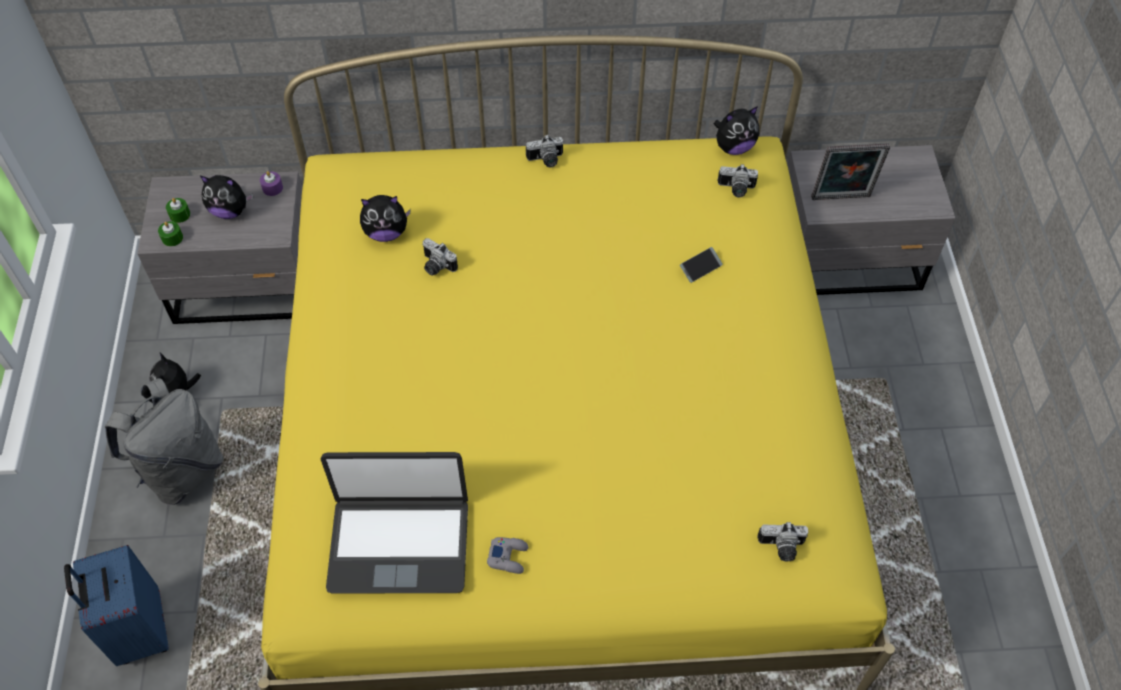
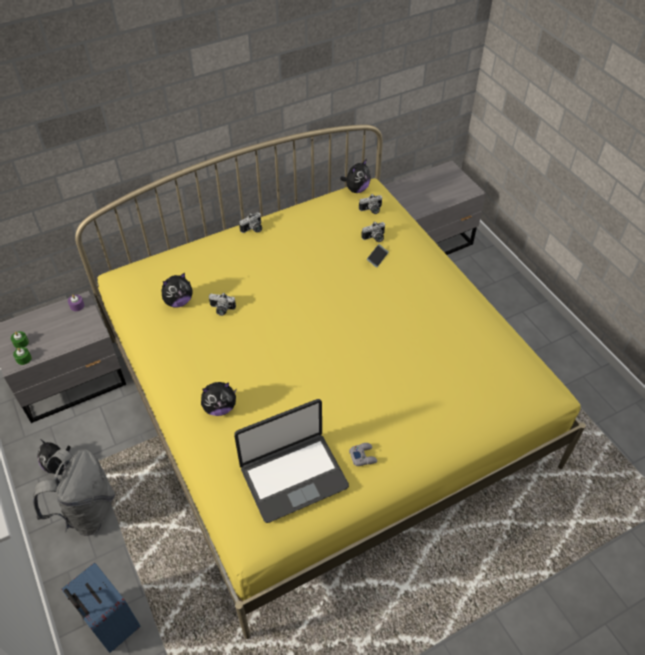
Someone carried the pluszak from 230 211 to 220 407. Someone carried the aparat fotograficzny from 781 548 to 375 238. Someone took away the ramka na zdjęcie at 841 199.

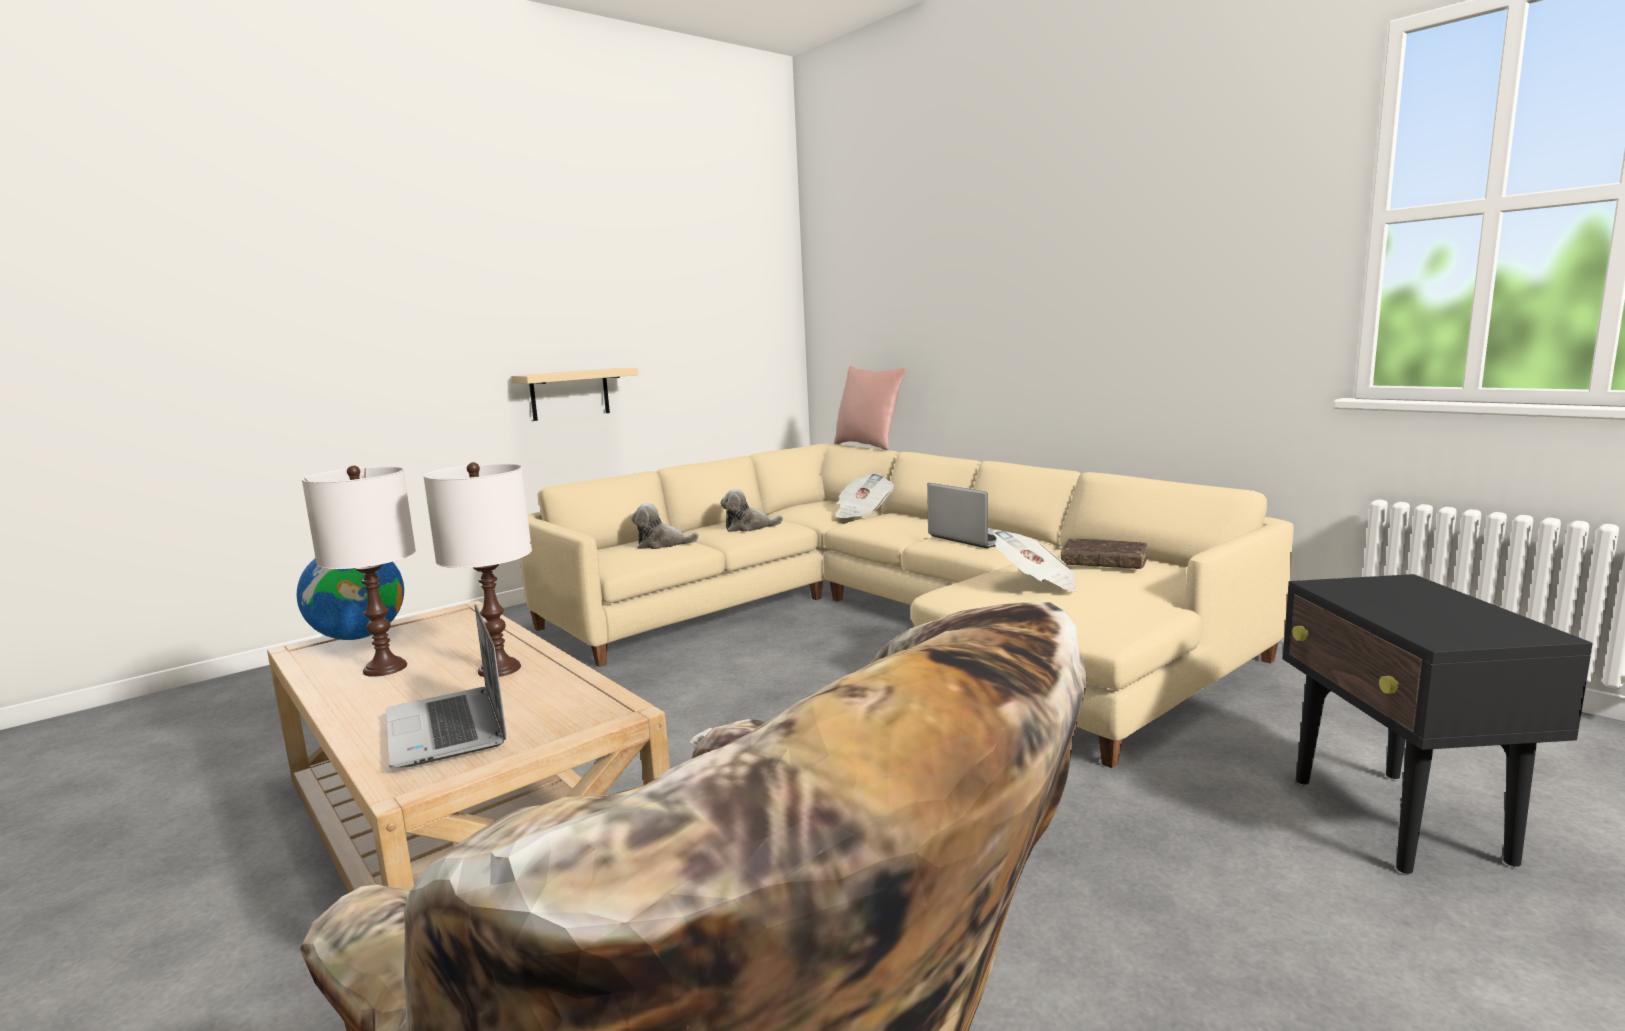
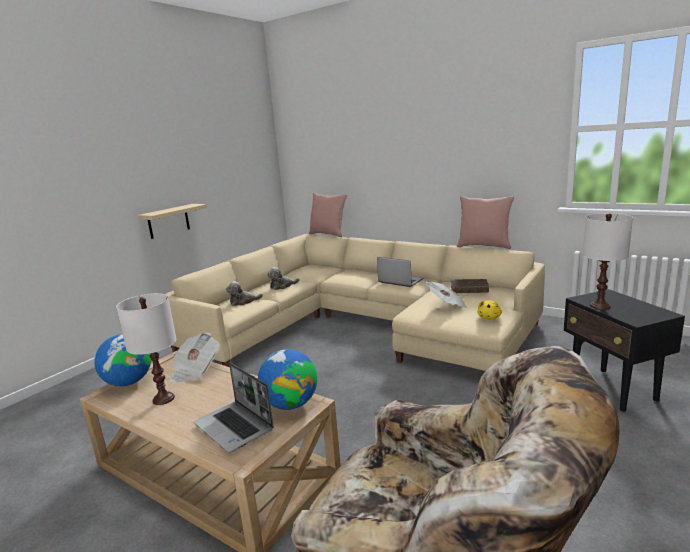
Someone carried the lampa stołowa (biały) from 499 669 to 599 306. Someone carried the gazeta from 862 512 to 195 370. Someone put down the globus at 290 404. Someone put down the poduszka (różowy) at 484 246. Someone put down the pluszak (żółty) at 489 318.

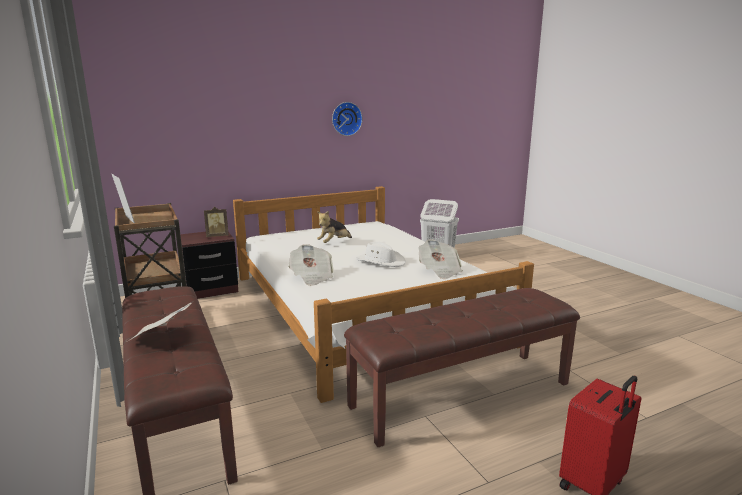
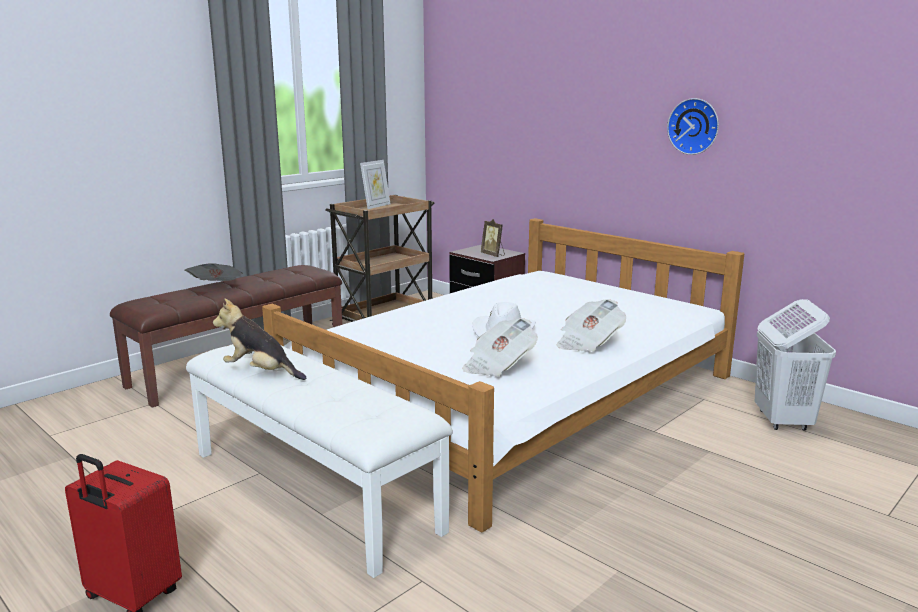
Someone carried the gazeta from 311 277 to 588 343. Someone carried the pluszak from 334 243 to 261 372. Someone repainted the ławka (brązowy) at 461 393, which became the ławka (biały) at 314 490.

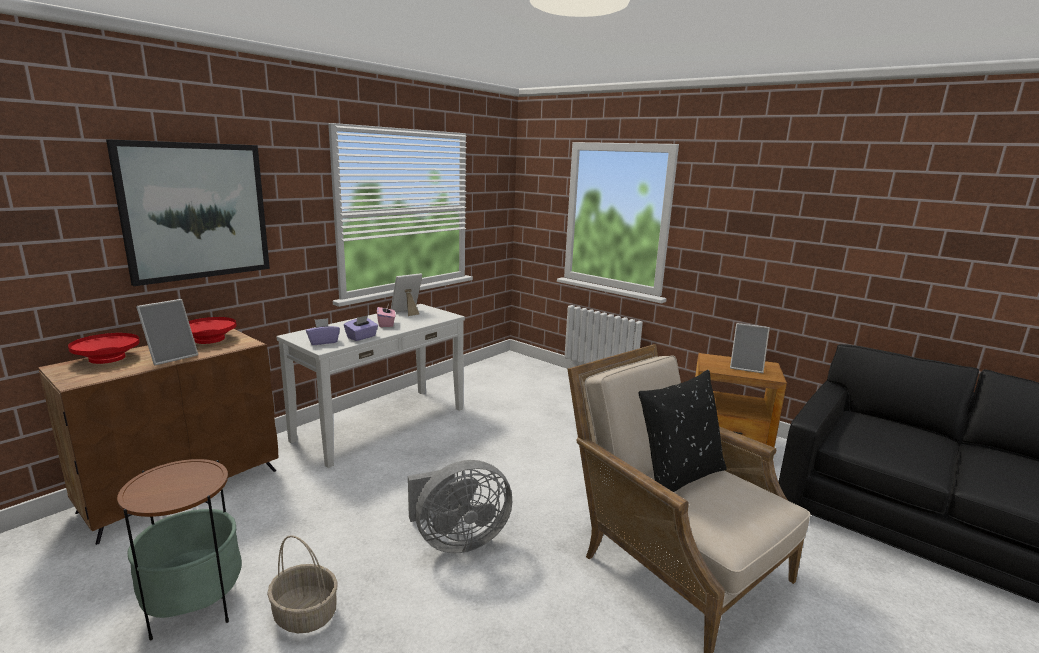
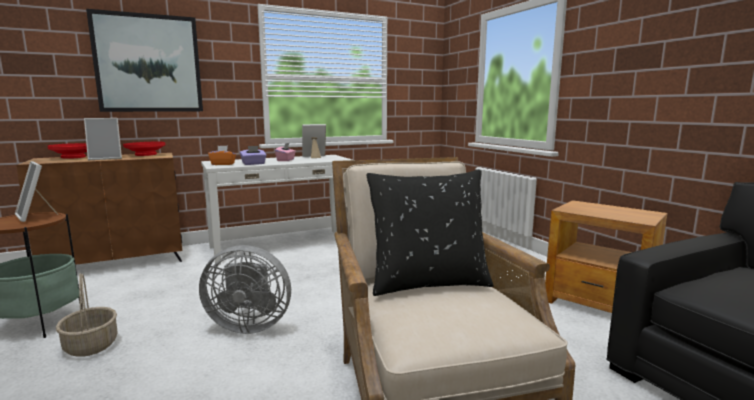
Someone repainted the pudełko chusteczek (fioletowy) at 323 342, which became the pudełko chusteczek (pomarańczowy) at 223 164. Someone carried the ramka na zdjęcie from 746 367 to 36 216.

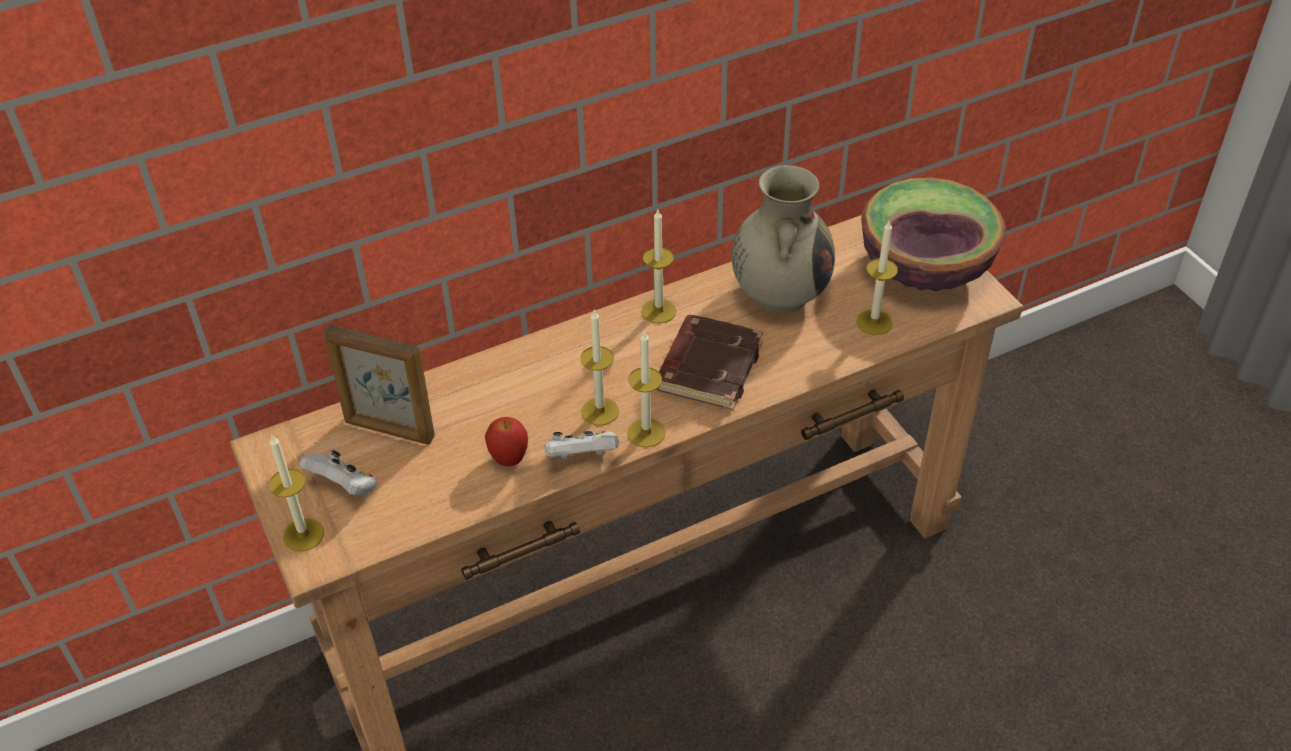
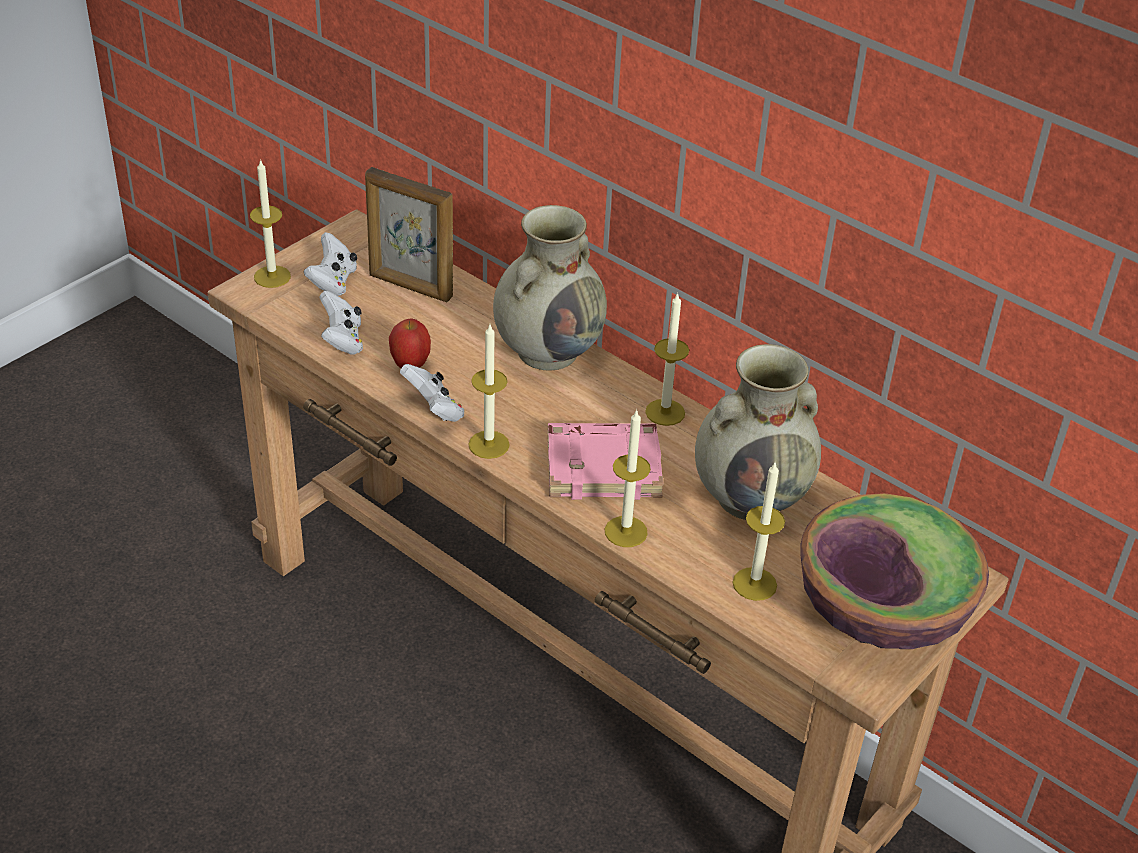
Someone rotated the ramka na zdjęcie at 389 430 by 60 degrees counterclockwise. Someone carried the świeca from 600 411 to 626 531. Someone repainted the książka (brązowy) at 708 367, which became the książka (różowy) at 604 466. Someone put down the pad do gier (biały) at 342 340. Someone put down the wazon (beżowy) at 549 350.

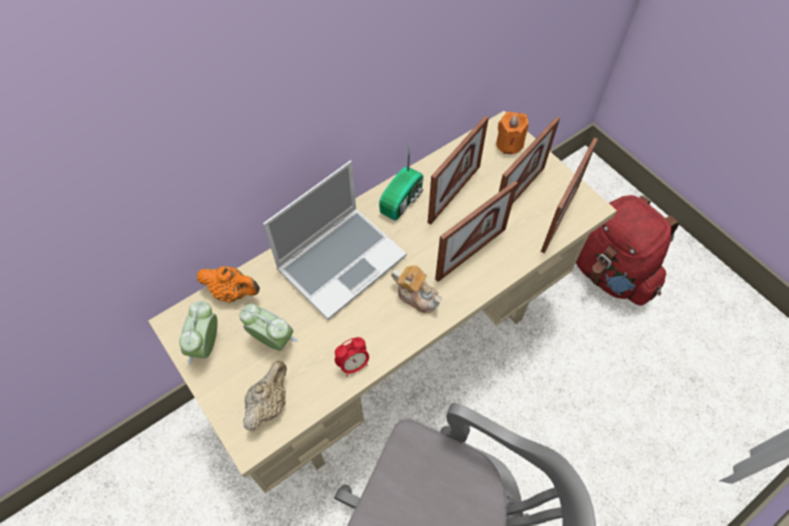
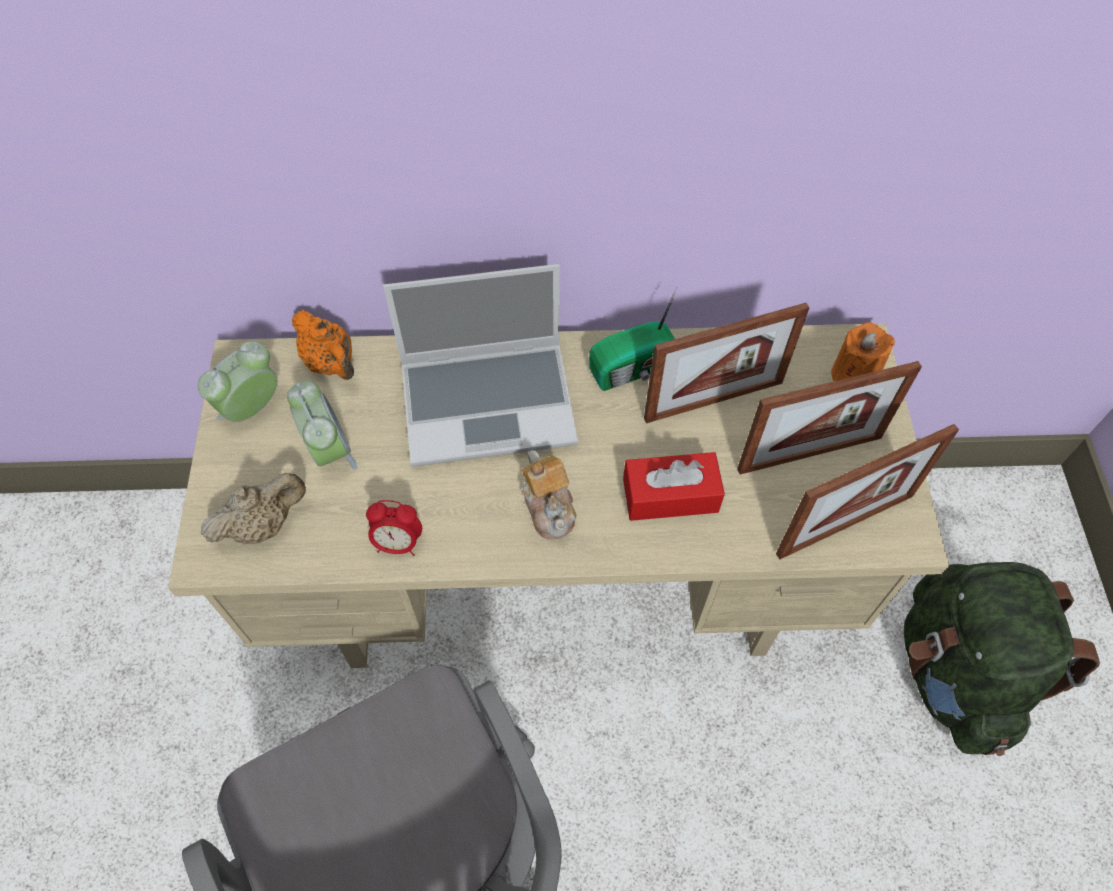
Someone swapped the ramka na zdjęcie at 471 253 for the pudełko chusteczek (czerwony) at 670 495. Someone repainted the plecak (czerwony) at 609 272, which became the plecak (zielony) at 955 673.

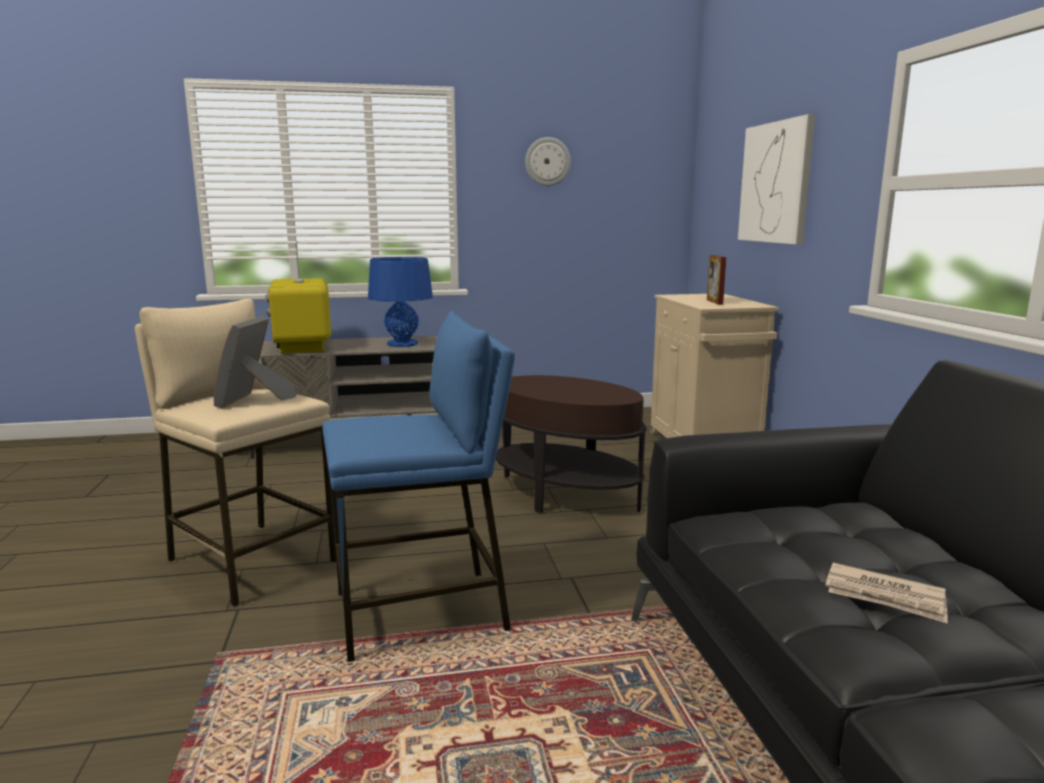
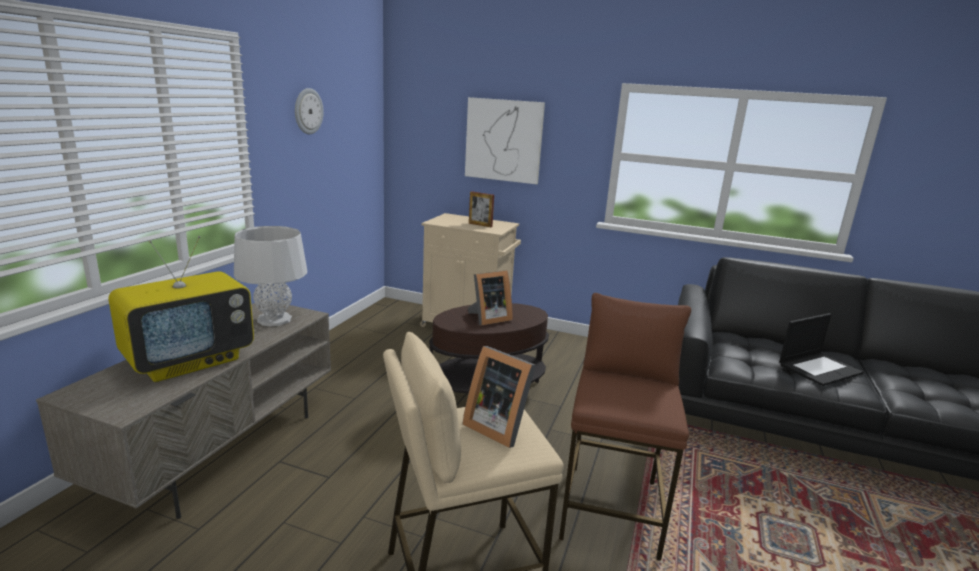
Someone rotated the telewizor at 304 347 by 60 degrees counterclockwise. Someone repainted the stołek (niebieski) at 422 613, which became the stołek (brązowy) at 611 509. Someone repainted the lampa stołowa (niebieski) at 402 344, which became the lampa stołowa (szary) at 274 319. Someone swapped the gazeta at 885 597 for the laptop at 819 368. Someone put down the ramka na zdjęcie at 488 318.

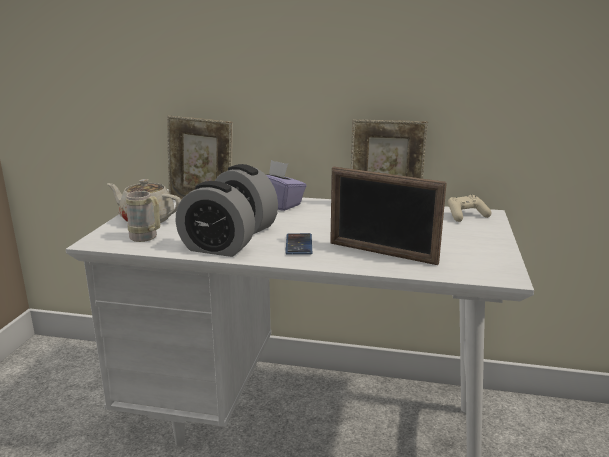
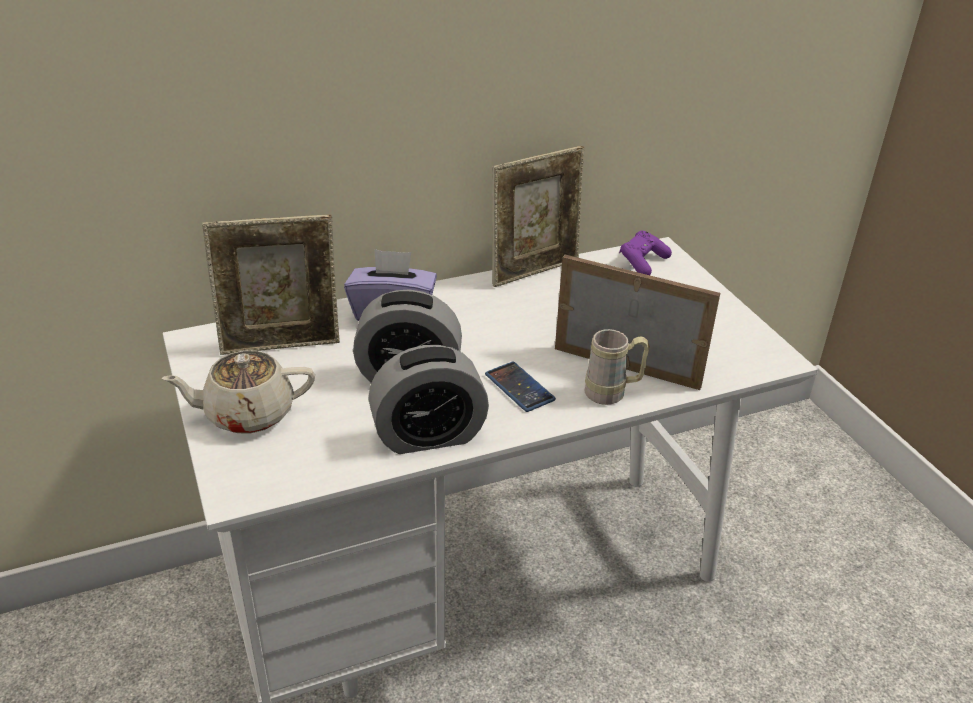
Someone carried the kubek (beżowy) from 147 238 to 613 394. Someone rotated the ramka na zdjęcie at 382 253 by 150 degrees counterclockwise. Someone repainted the pad do gier (beżowy) at 466 216, which became the pad do gier (fioletowy) at 642 262.

